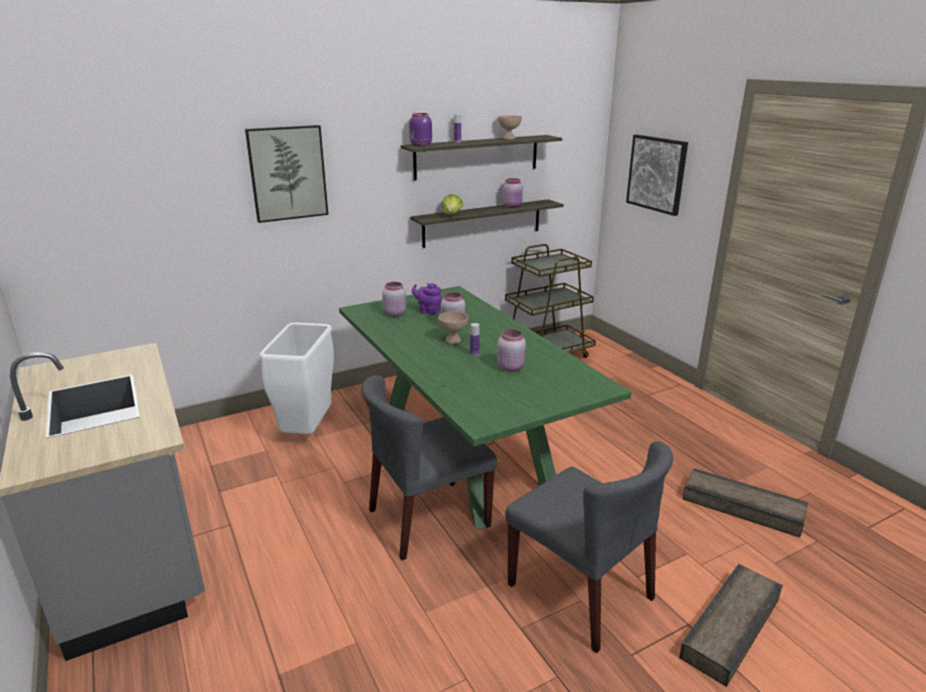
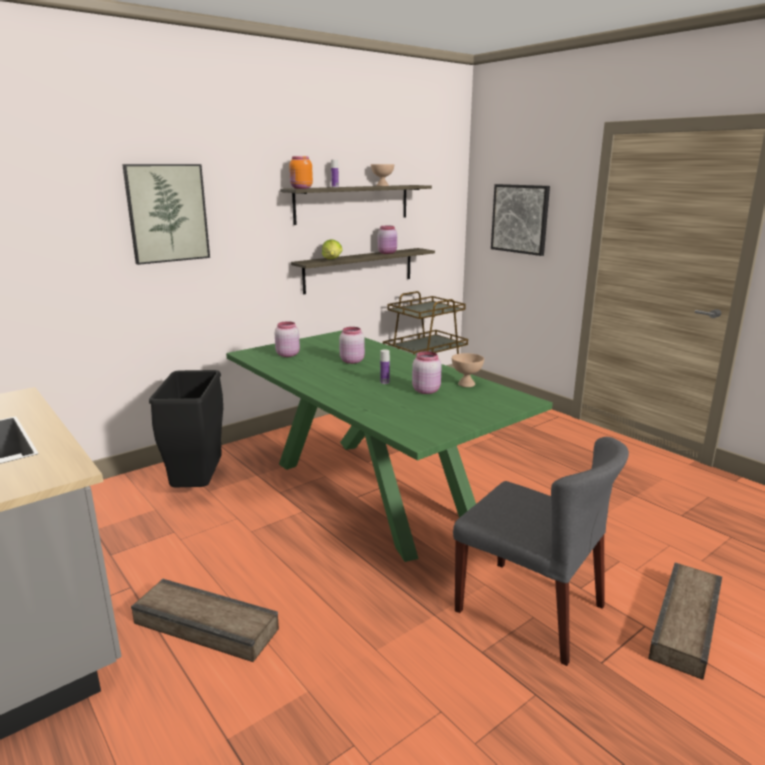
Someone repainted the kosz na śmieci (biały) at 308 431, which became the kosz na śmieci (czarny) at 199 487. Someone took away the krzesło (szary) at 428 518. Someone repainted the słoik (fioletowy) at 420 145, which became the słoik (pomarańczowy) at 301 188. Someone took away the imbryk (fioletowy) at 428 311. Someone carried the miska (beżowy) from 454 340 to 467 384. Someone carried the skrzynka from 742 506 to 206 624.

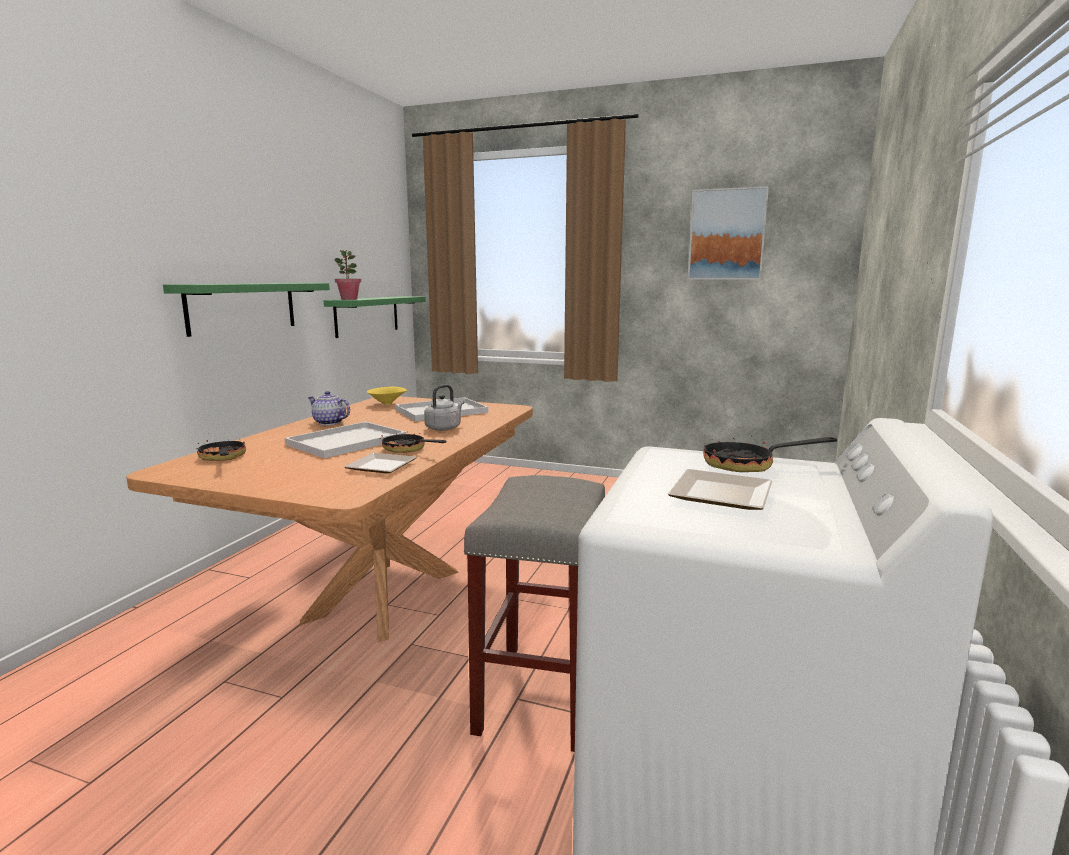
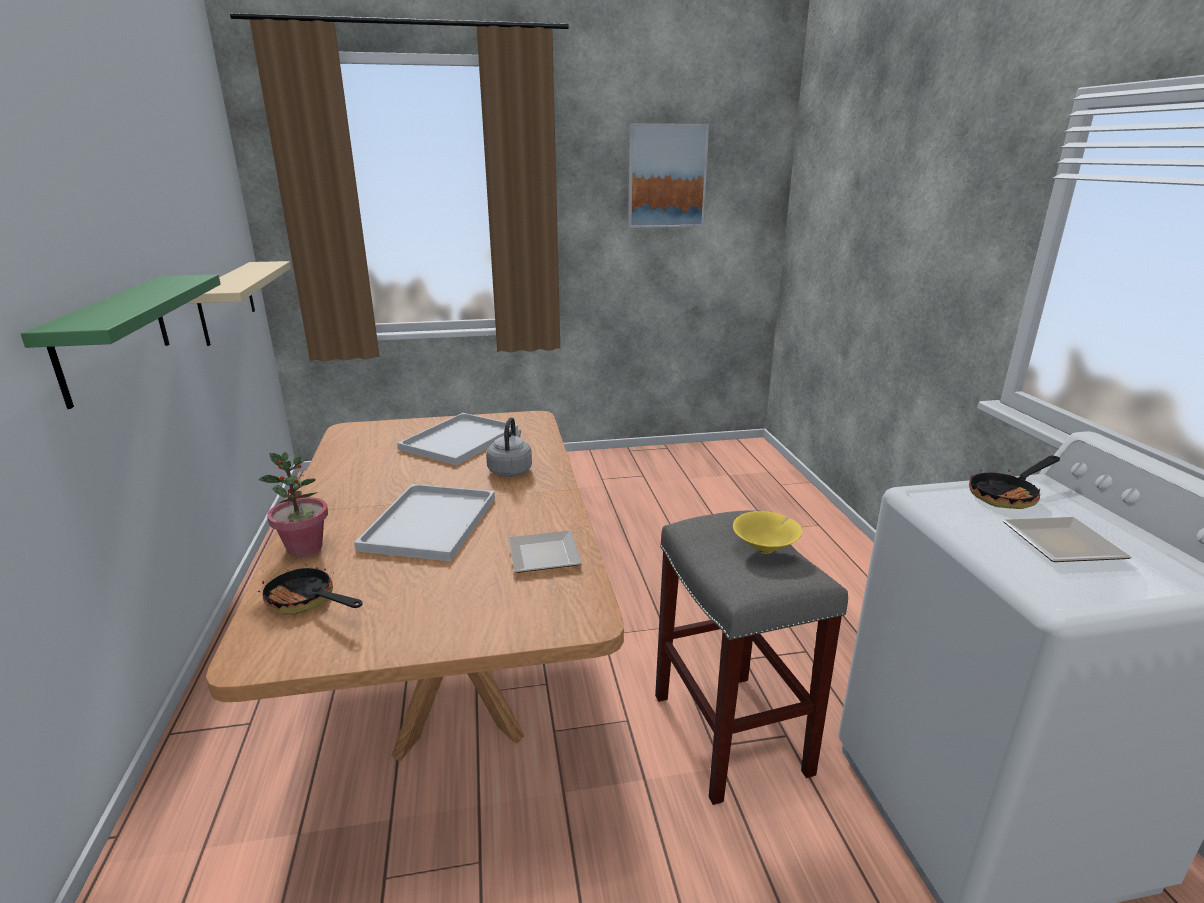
Someone took away the imbryk at 329 423. Someone repainted the półka (zielony) at 367 315, which became the półka (beżowy) at 227 301. Someone carried the roślina doniczkowa from 349 299 to 305 548. Someone carried the miska (żółty) from 388 404 to 766 549. Someone took away the patelnia at 408 450.

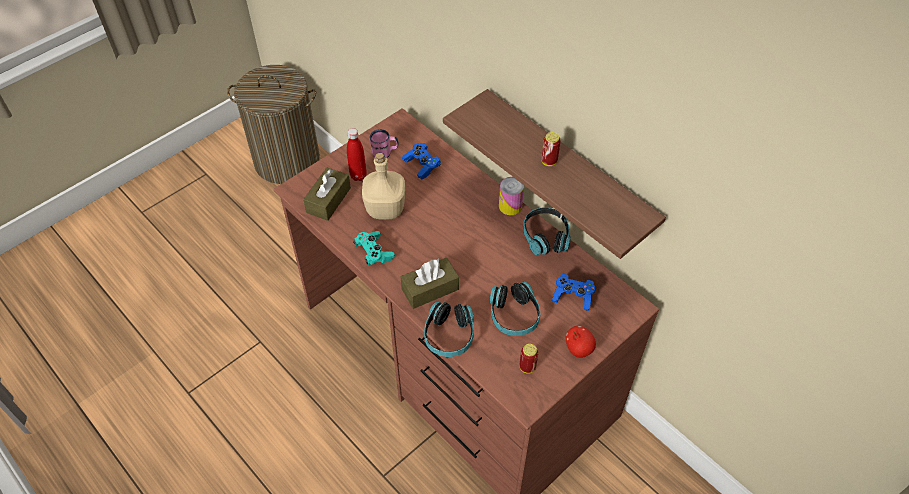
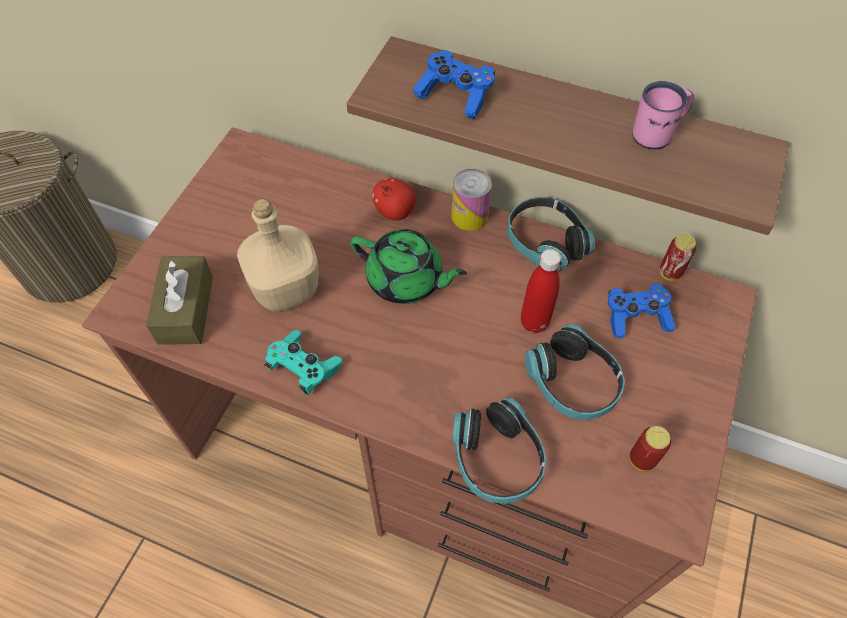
Someone carried the butelka (czerwony) from 358 176 to 534 322. Someone carried the kubek (różowy) from 385 153 to 657 134. Someone took away the pudełko chusteczek (brązowy) at 430 289. Someone carried the pad do gier (niebieski) from 422 165 to 455 95. Someone carried the puszka from 549 161 to 670 273. Someone carried the jabłko from 578 349 to 395 211. Someone put down the imbryk (zielony) at 406 280.

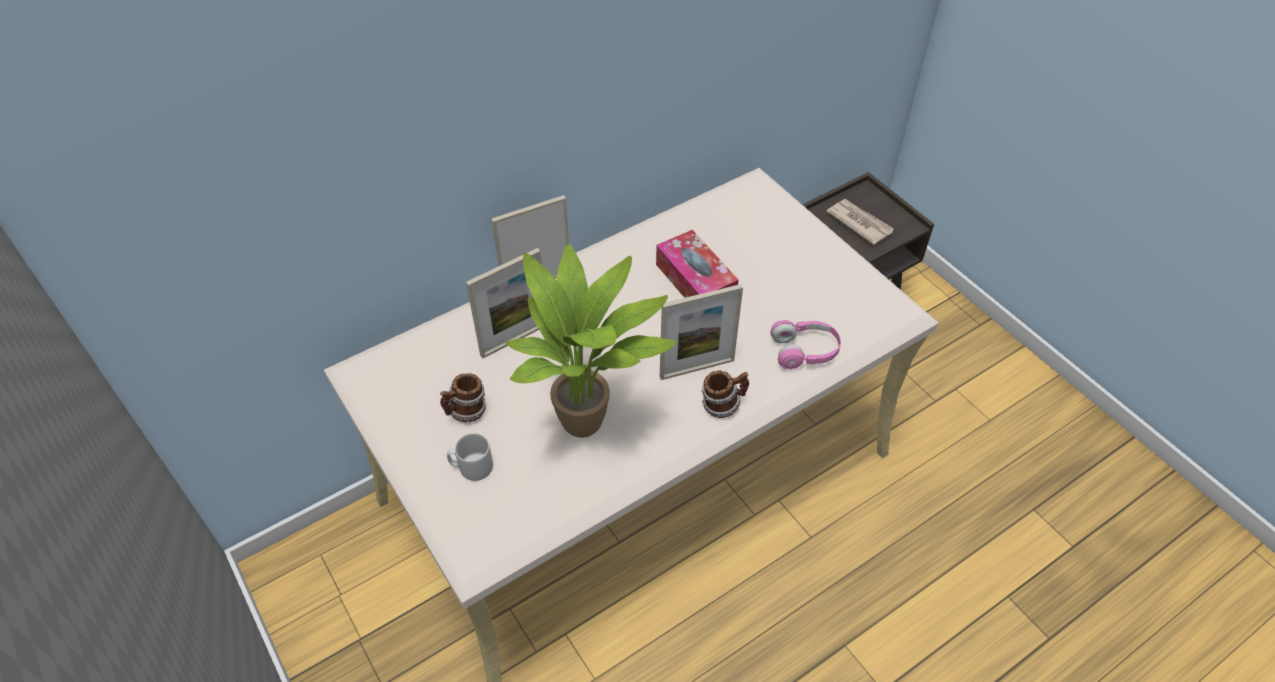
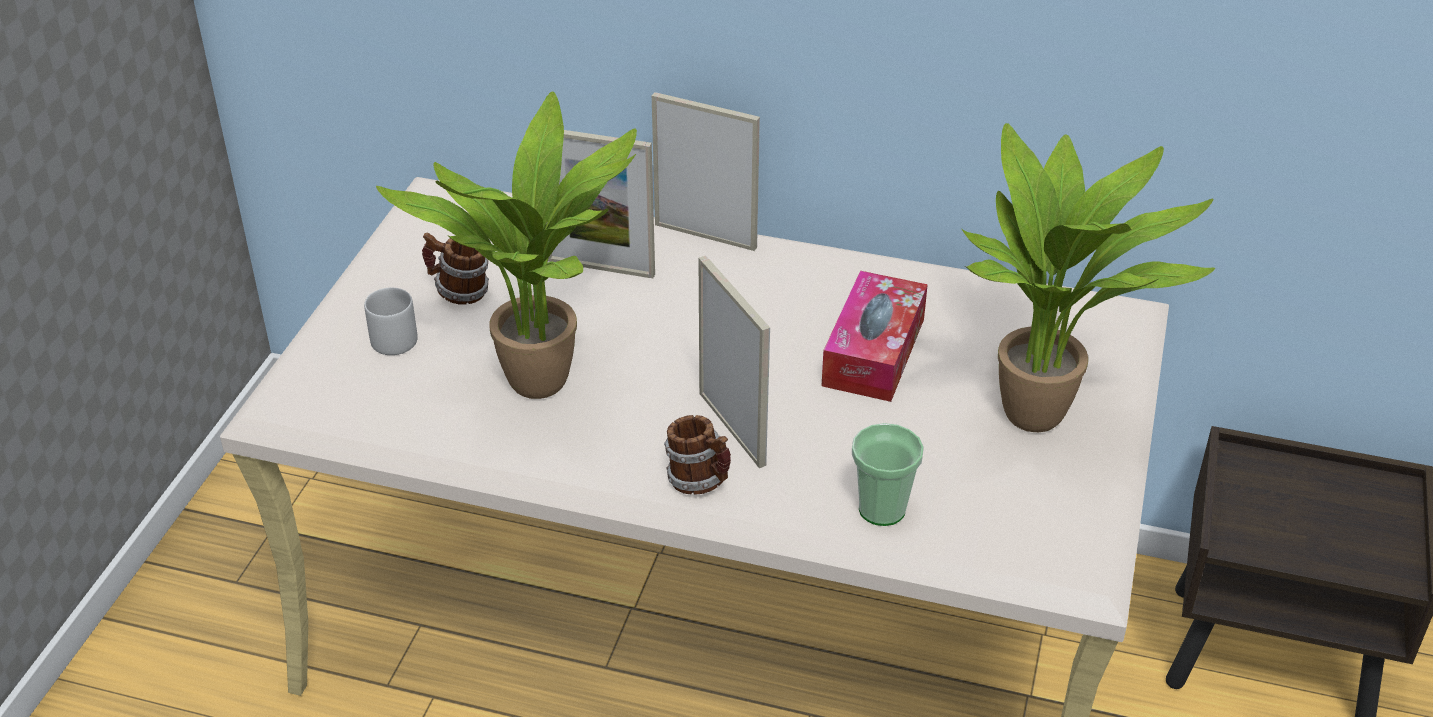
Someone rotated the ramka na zdjęcie at 697 368 by 150 degrees counterclockwise. Someone swapped the słuchawki (różowy) at 804 351 for the filiżanka at 882 509. Someone took away the gazeta at 859 223. Someone put down the roślina doniczkowa at 1044 418.

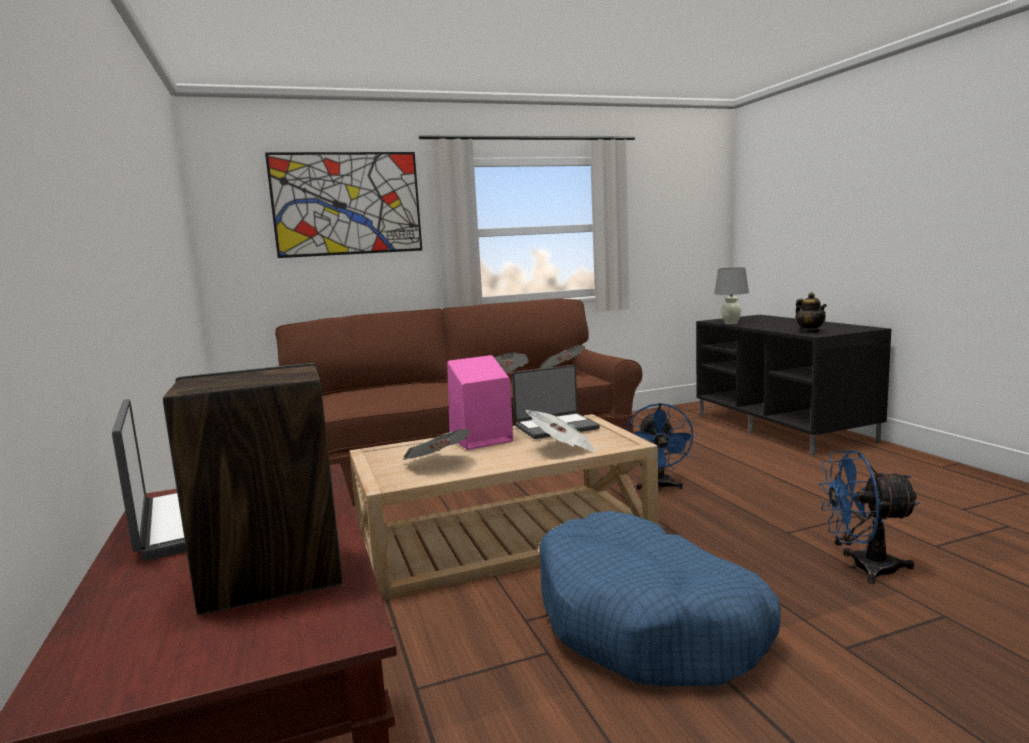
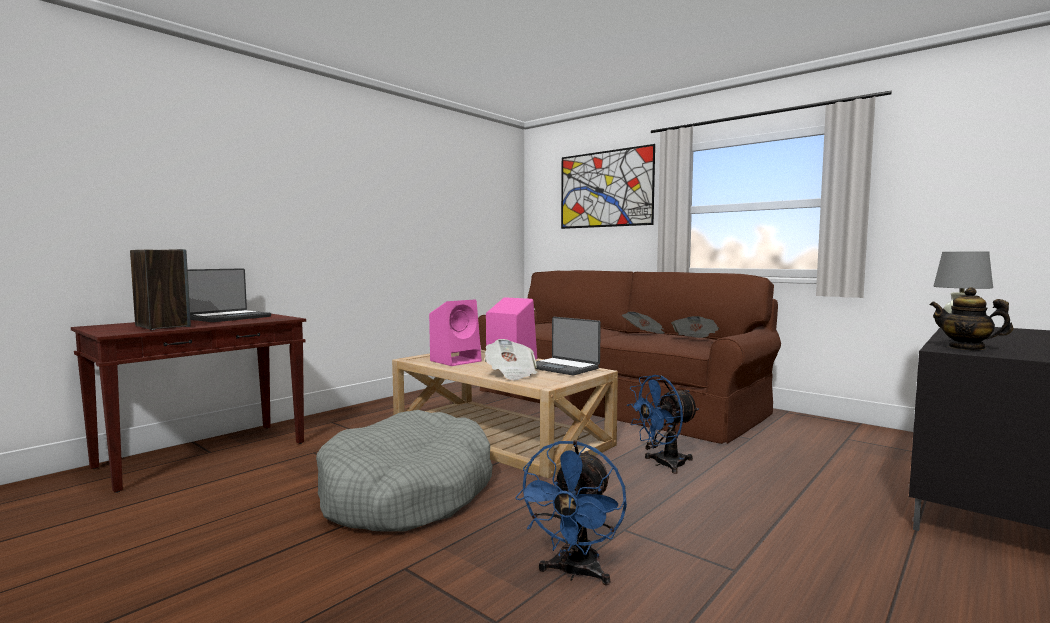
Someone swapped the gazeta at 437 463 for the głośnik (różowy) at 456 361. Someone repainted the legowisko (niebieski) at 648 622, which became the legowisko (szary) at 407 493. Someone rotated the imbryk at 810 332 by 90 degrees clockwise. Someone rotated the wentylator (niebieski) at 863 568 by 135 degrees counterclockwise.

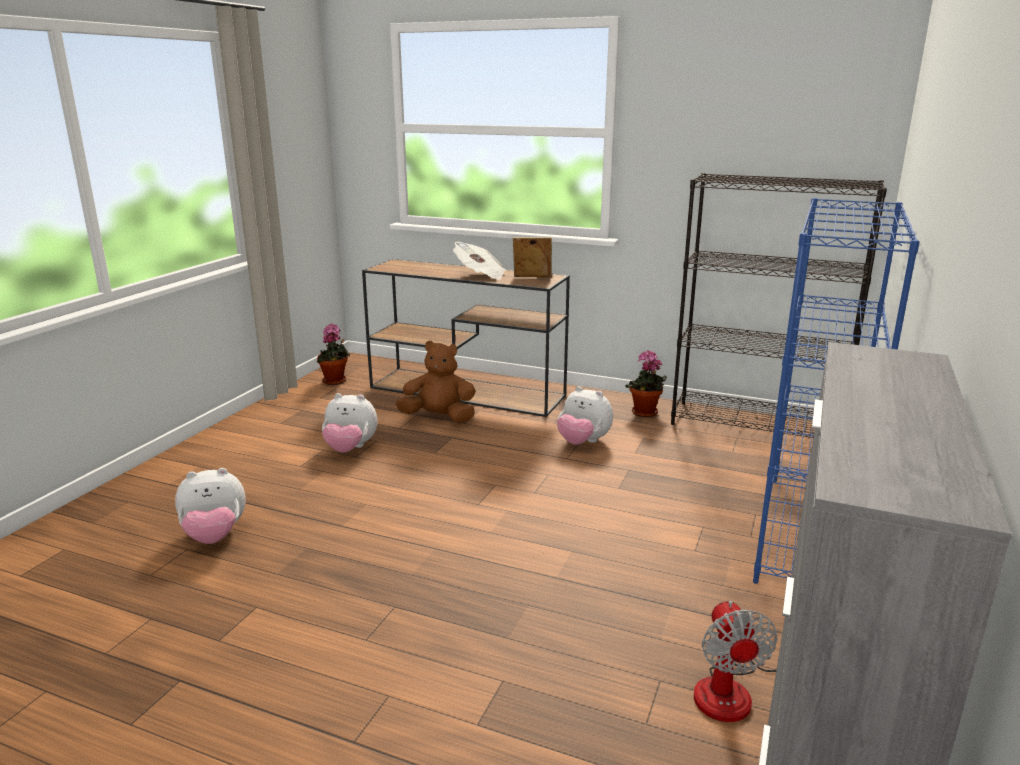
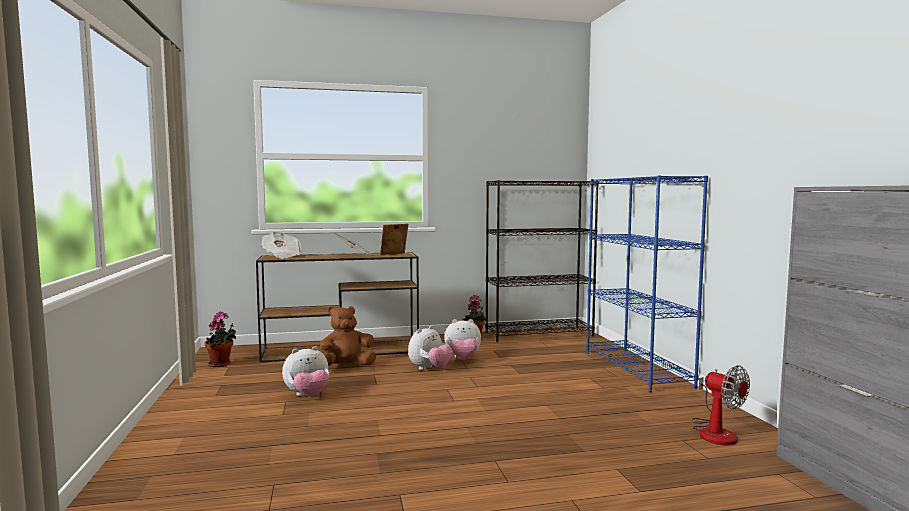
Someone carried the pluszak from 215 536 to 429 369. Someone put down the gazeta at 282 256.

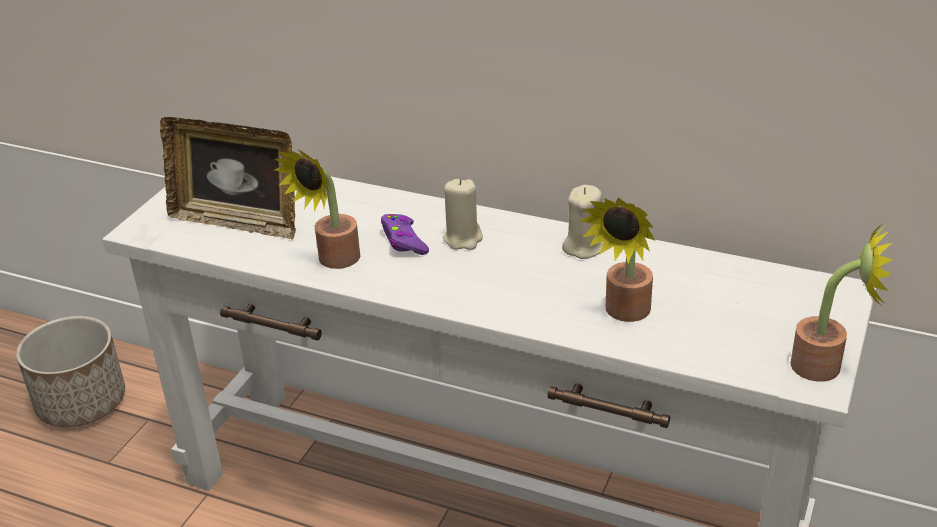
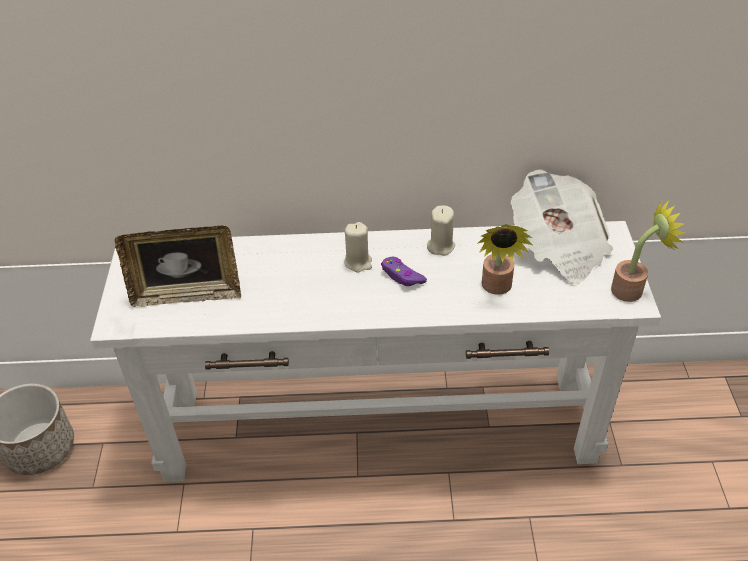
Someone took away the roślina doniczkowa at 333 261. Someone carried the pad do gier (fioletowy) from 404 241 to 402 276. Someone put down the gazeta at 558 247.

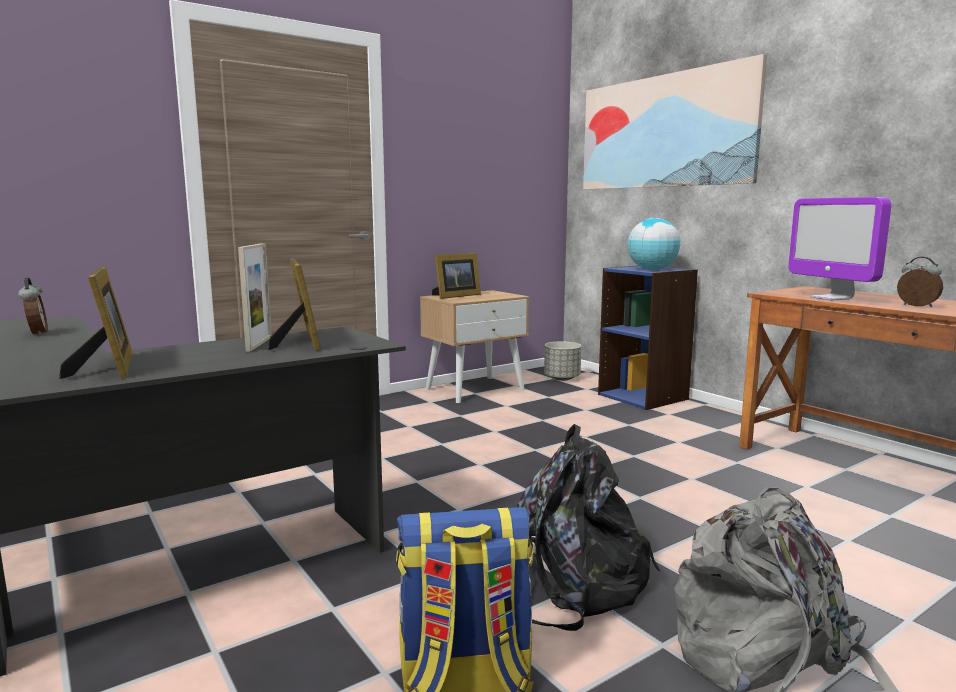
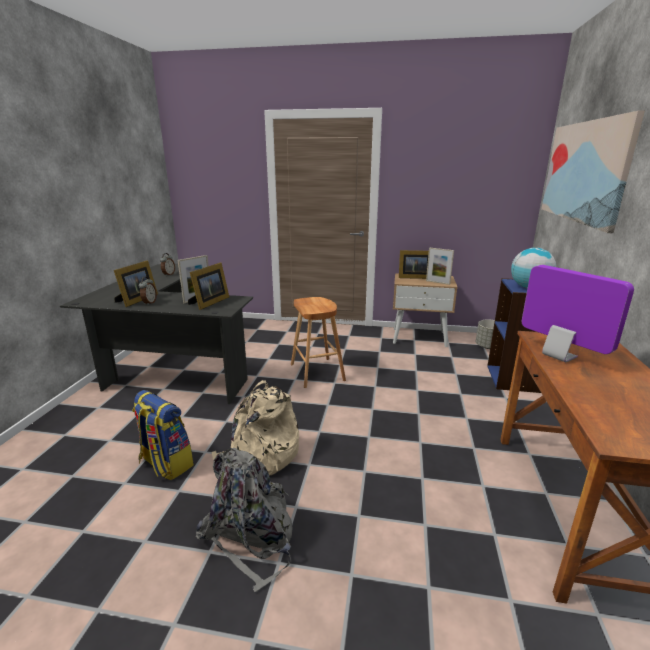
Someone repainted the plecak (czarny) at 575 583, which became the plecak (beżowy) at 259 456. Someone rotated the monitor at 831 298 by 120 degrees clockwise. Someone carried the budzik from 916 306 to 149 303. Someone put down the stołek (brązowy) at 317 372. Someone put down the ramka na zdjęcie at 437 282.

